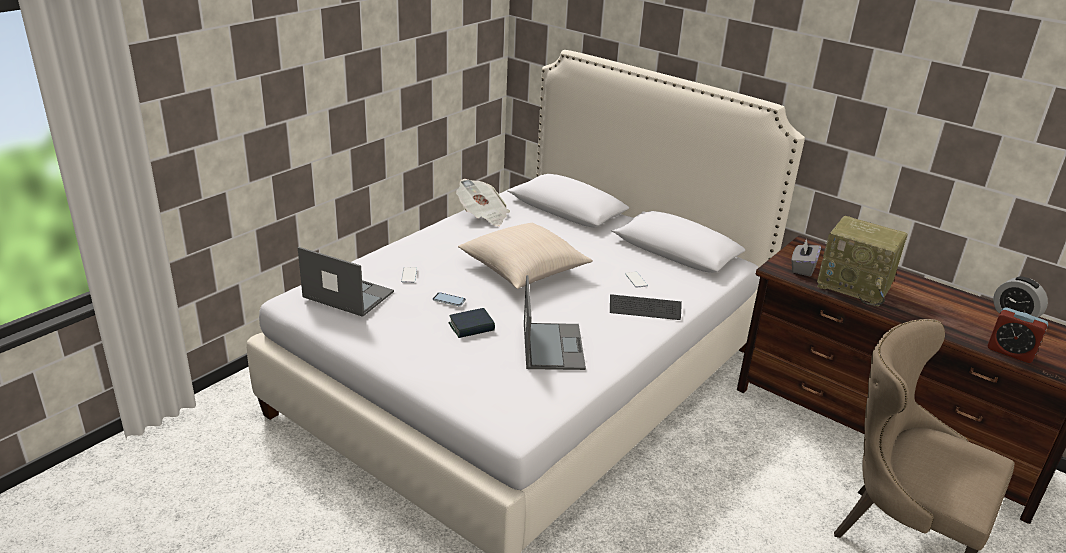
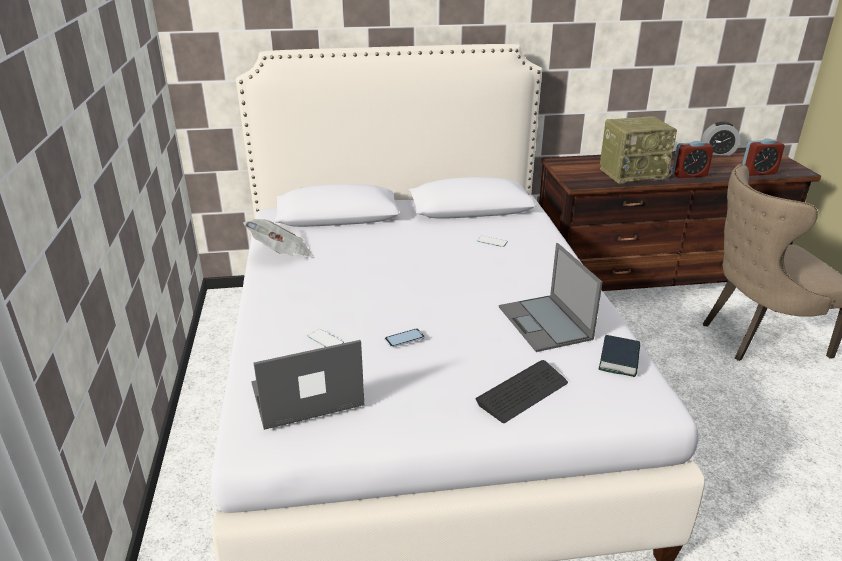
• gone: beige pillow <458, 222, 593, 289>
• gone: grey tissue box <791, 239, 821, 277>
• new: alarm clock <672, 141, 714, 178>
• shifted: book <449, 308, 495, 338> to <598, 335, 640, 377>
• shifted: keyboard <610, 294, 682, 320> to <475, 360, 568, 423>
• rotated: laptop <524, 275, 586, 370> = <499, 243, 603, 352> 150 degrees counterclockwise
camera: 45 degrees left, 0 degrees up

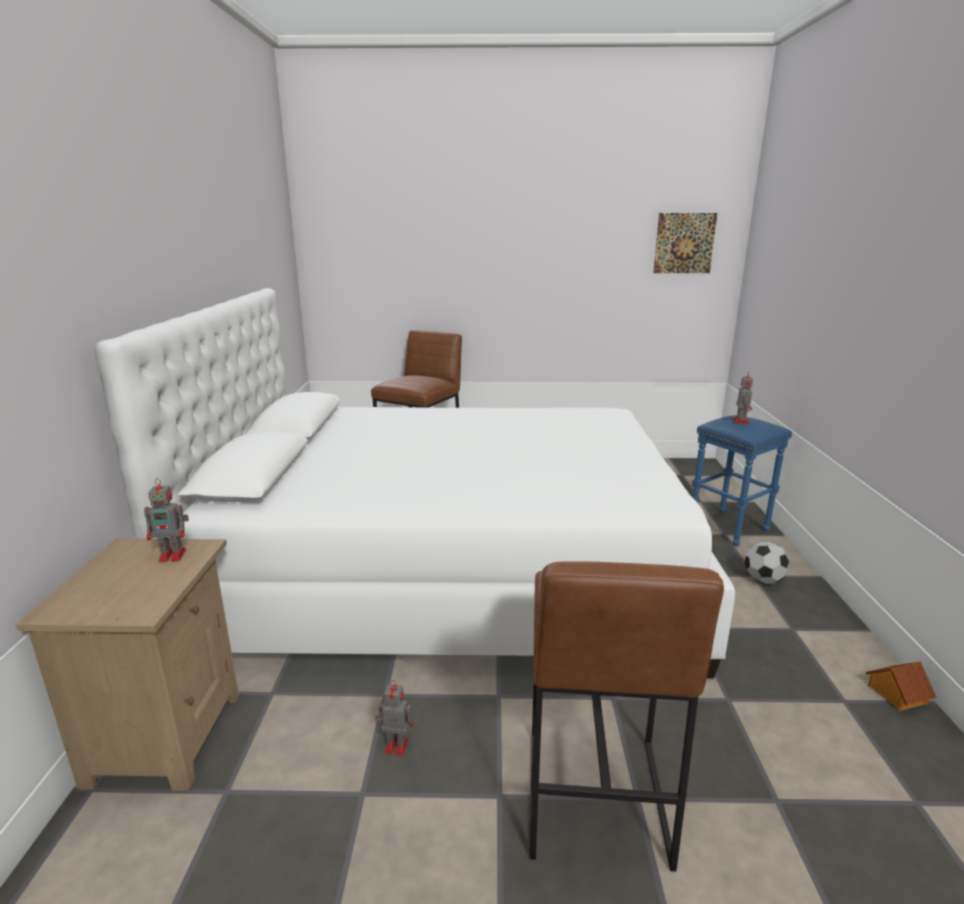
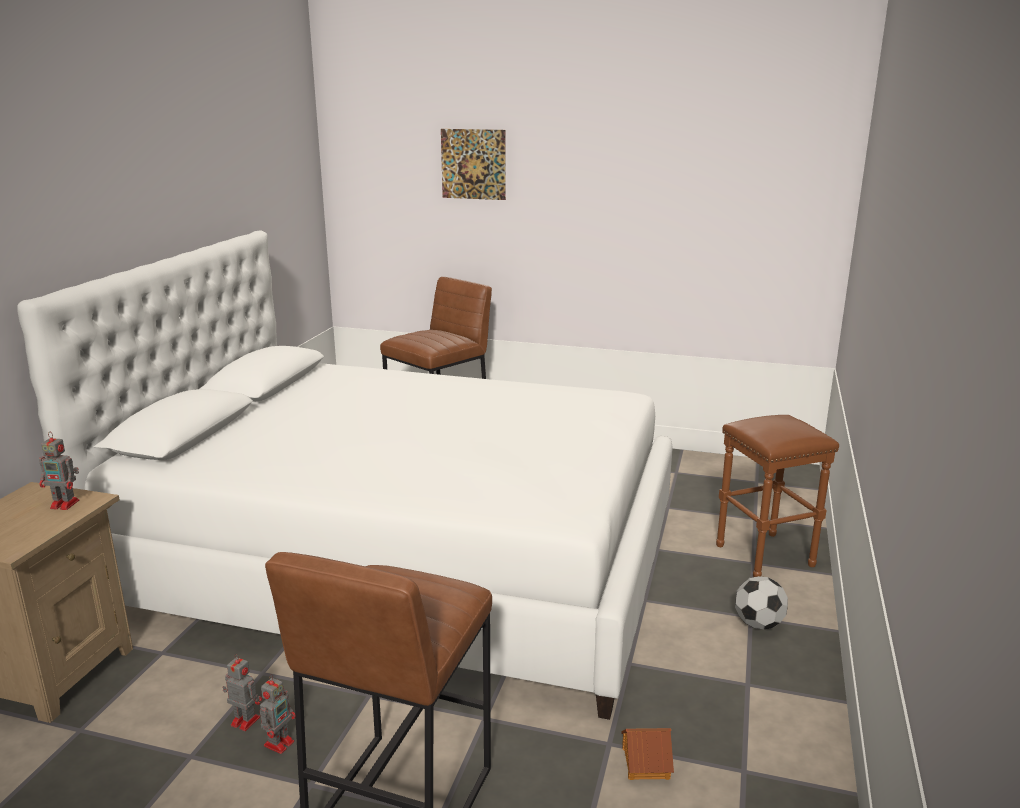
• shifted: picture <653, 213, 717, 273> to <441, 129, 506, 200>
• shifted: toy robot <733, 371, 753, 424> to <260, 675, 295, 754>
• shifted: toy house <866, 662, 937, 711> to <621, 728, 674, 780>
• repainted: blue stool <692, 415, 792, 547> to brown stool <716, 415, 839, 577>
camera: 15 degrees right, 0 degrees up

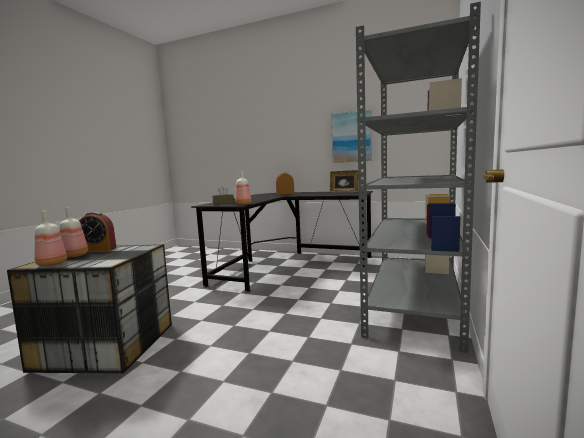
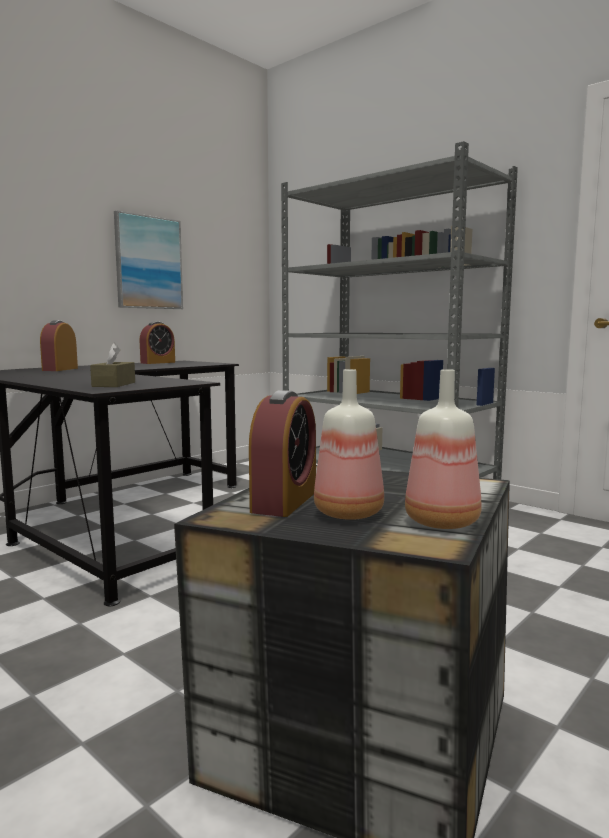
• gone: bottle <235, 170, 252, 205>
• swapped: picture frame <330, 170, 358, 192> to alarm clock <140, 321, 175, 364>
camera: 70 degrees left, 0 degrees up

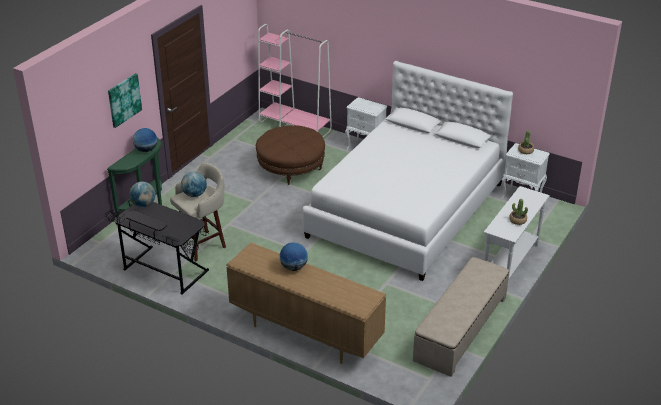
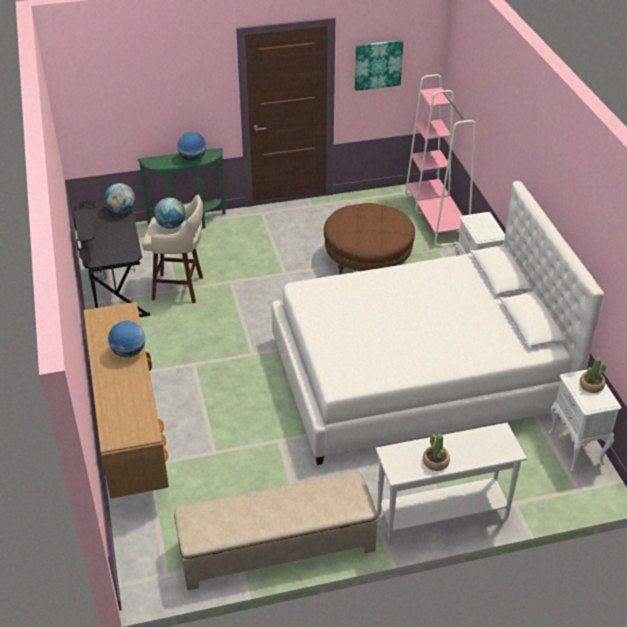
• shifted: picture <108, 73, 142, 128> to <355, 40, 403, 91>
camera: 45 degrees right, 5 degrees up

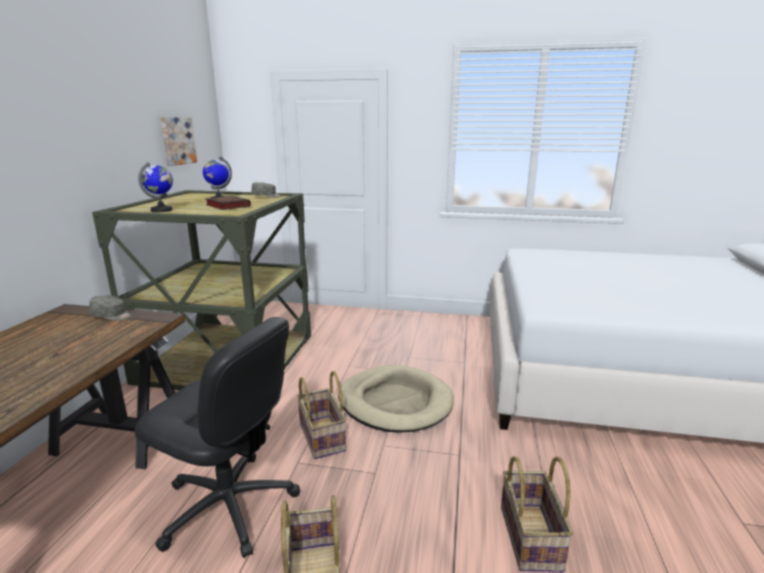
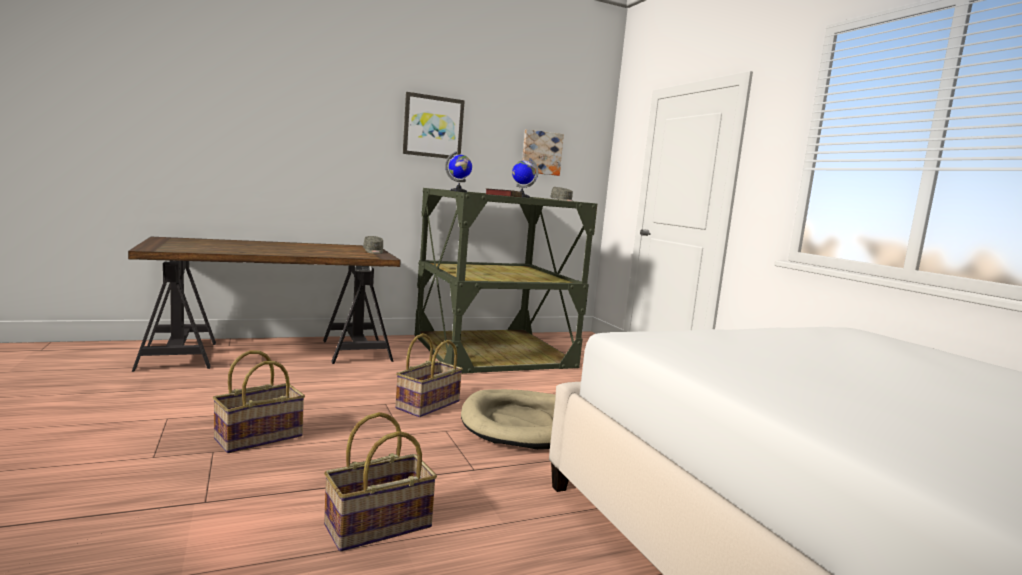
• gone: black office chair <135, 317, 300, 558>
• new: picture <403, 92, 465, 159>
camera: 55 degrees right, 10 degrees down

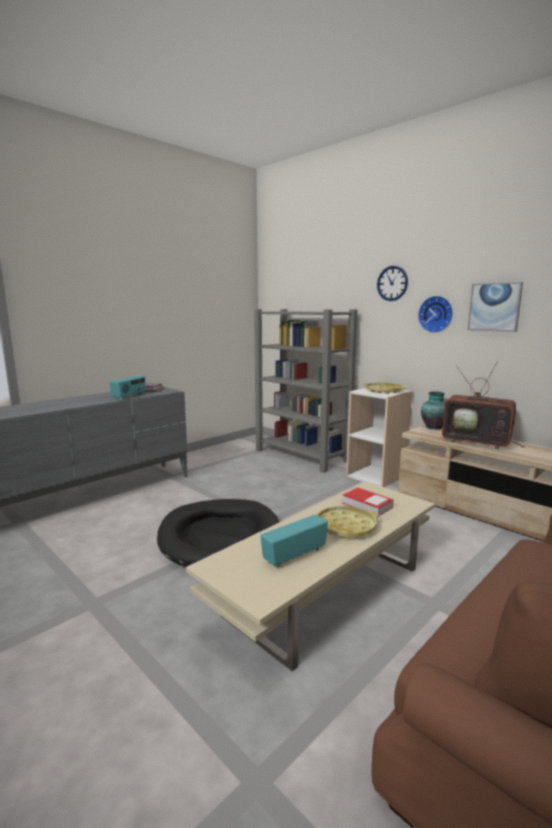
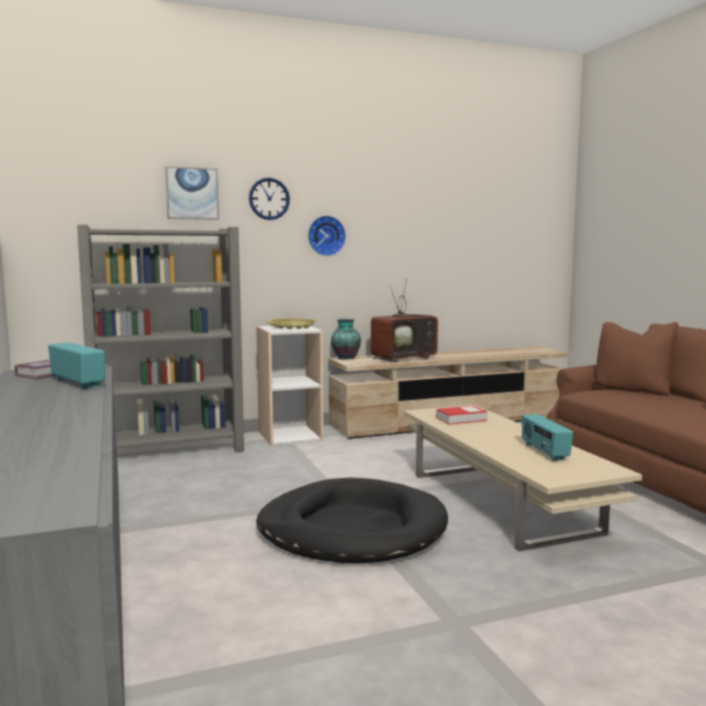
• gone: yellow tray <317, 506, 378, 538>
• shifted: picture <468, 282, 523, 332> to <165, 166, 219, 220>
camera: 65 degrees left, 5 degrees down

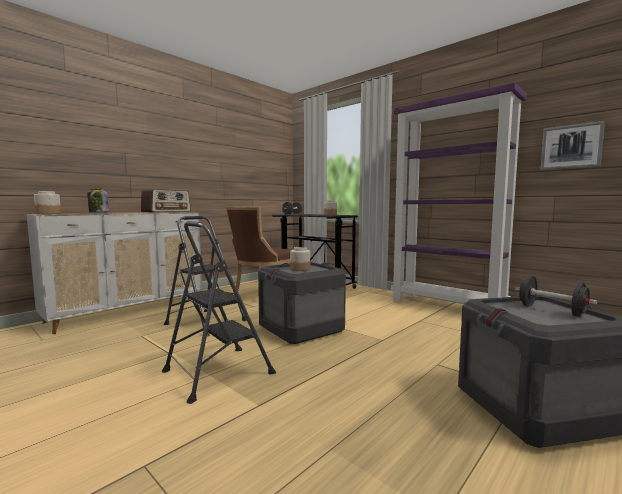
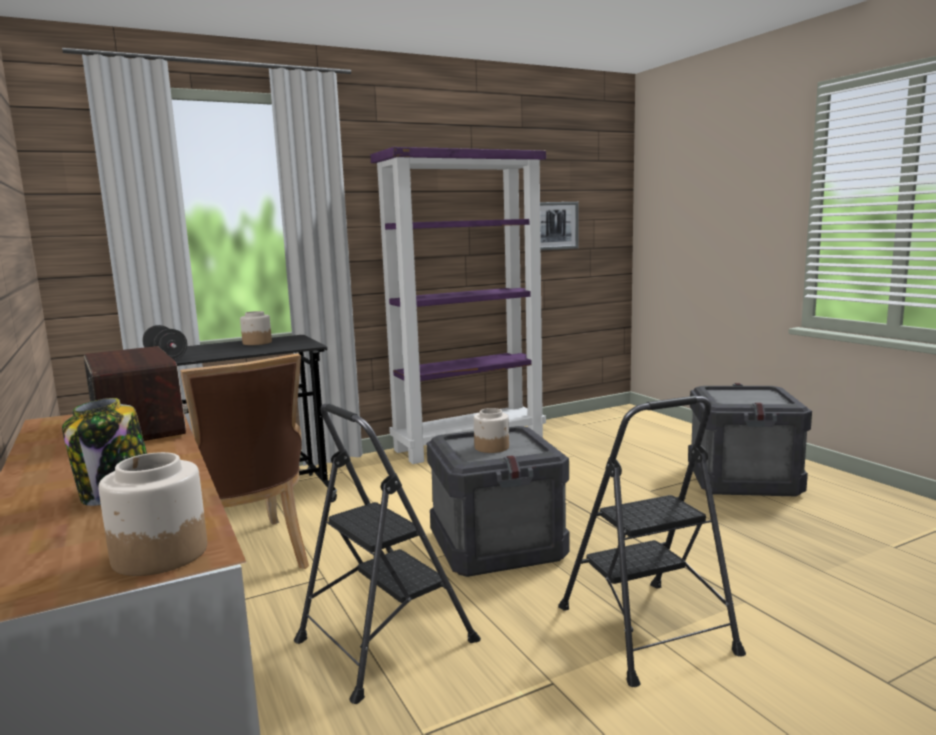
• gone: black dumbbell <515, 275, 597, 317>
camera: 70 degrees left, 5 degrees up

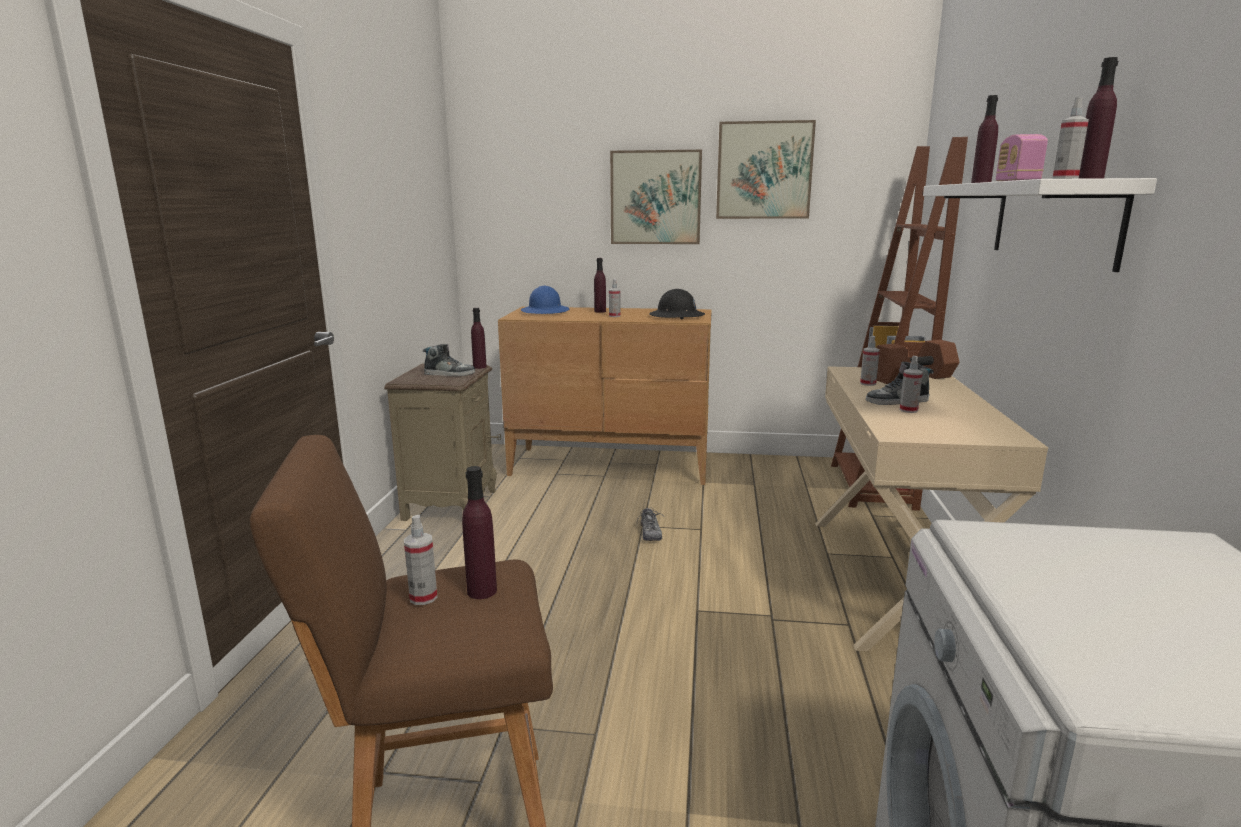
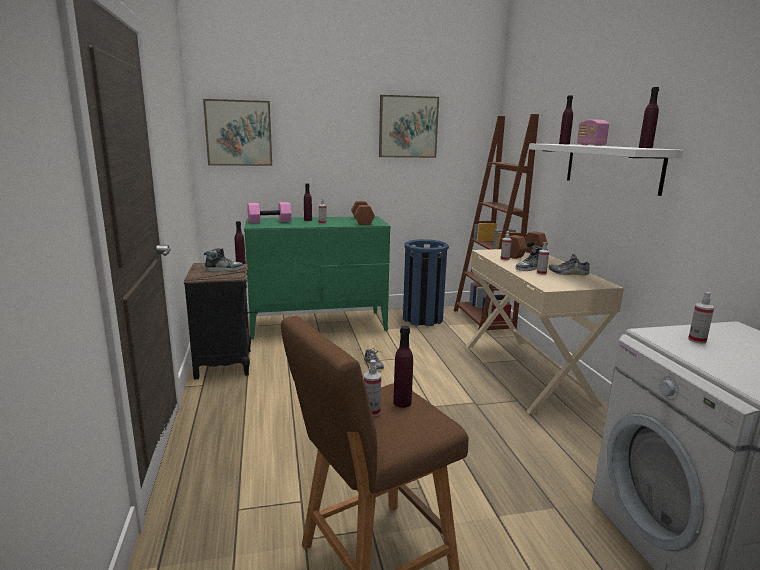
• new: blue trash can <403, 239, 449, 326>
• new: shoe <549, 254, 590, 275>
• shifted: picture <610, 150, 702, 244> to <203, 99, 272, 166>
• shifted: spray bottle <1052, 97, 1089, 179> to <688, 292, 714, 344>
• swapped: blue hard hat <521, 285, 569, 314> to pink dumbbell <248, 202, 291, 223>
• swapped: black hard hat <649, 289, 705, 319> to brown dumbbell <351, 201, 375, 225>
• repainted: beige nightstand <384, 363, 501, 521> to black nightstand <184, 262, 258, 380>
• repainted: brown cabinet <498, 307, 712, 485> to green cabinet <244, 216, 391, 339>
camera: 20 degrees left, 0 degrees up

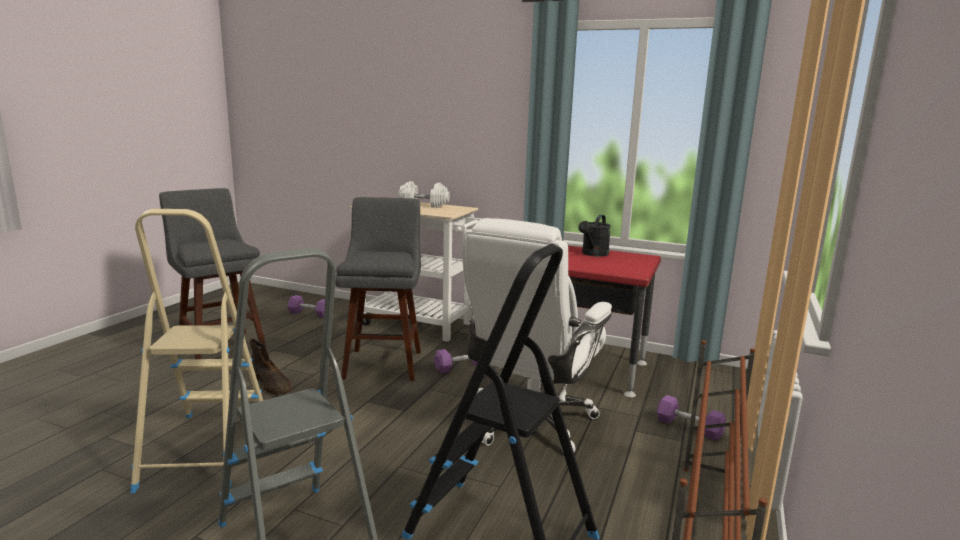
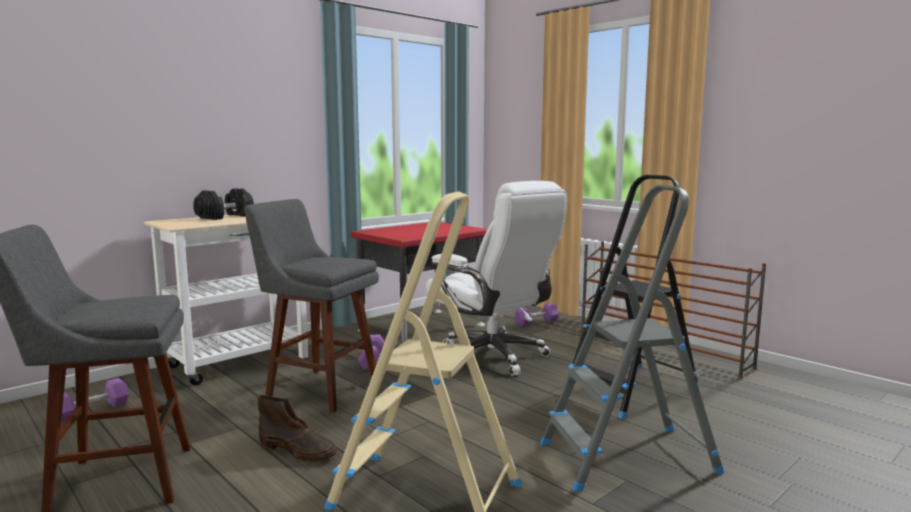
• gone: black watering can <578, 215, 611, 257>
• repainted: white dumbbell <398, 181, 450, 208> to black dumbbell <193, 188, 254, 220>
• rotated: brown boot <250, 339, 293, 394> = <258, 395, 338, 462> 45 degrees clockwise
camera: 65 degrees left, 5 degrees down

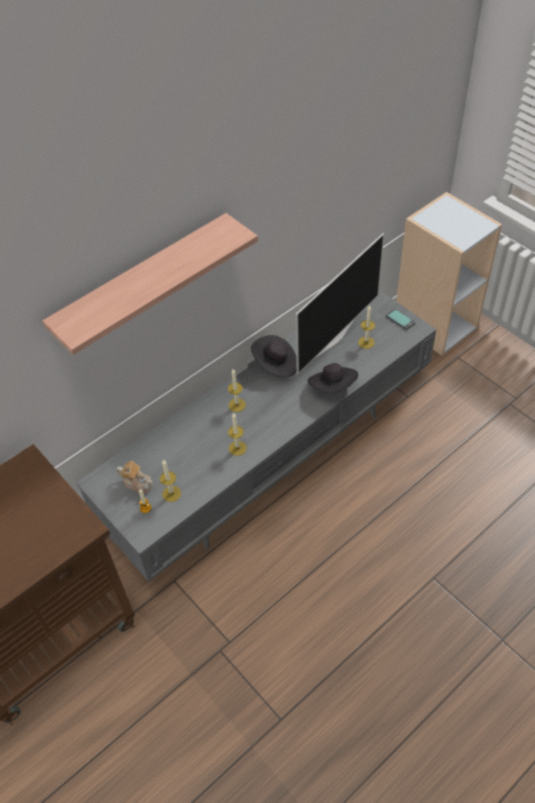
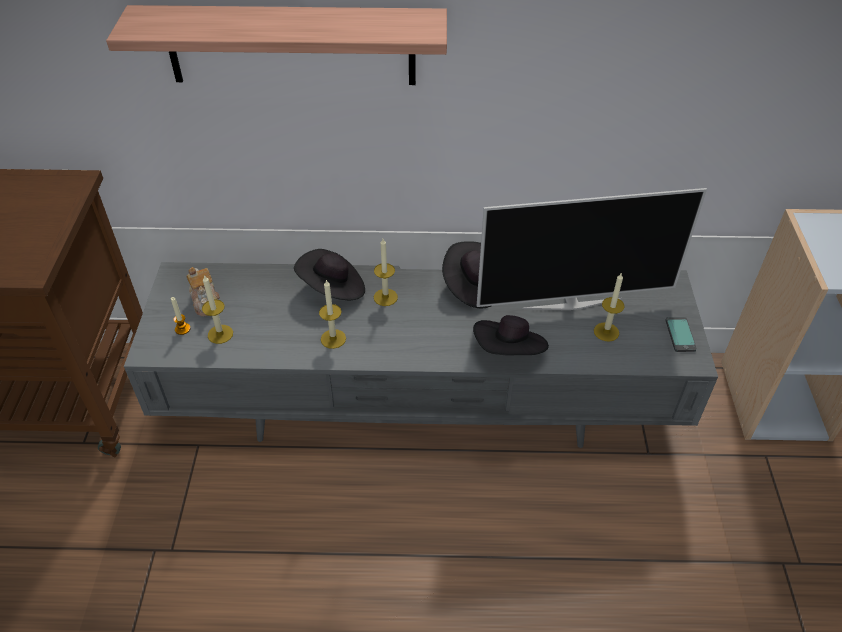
• new: black hat <294, 249, 365, 300>
camera: 40 degrees right, 5 degrees down

